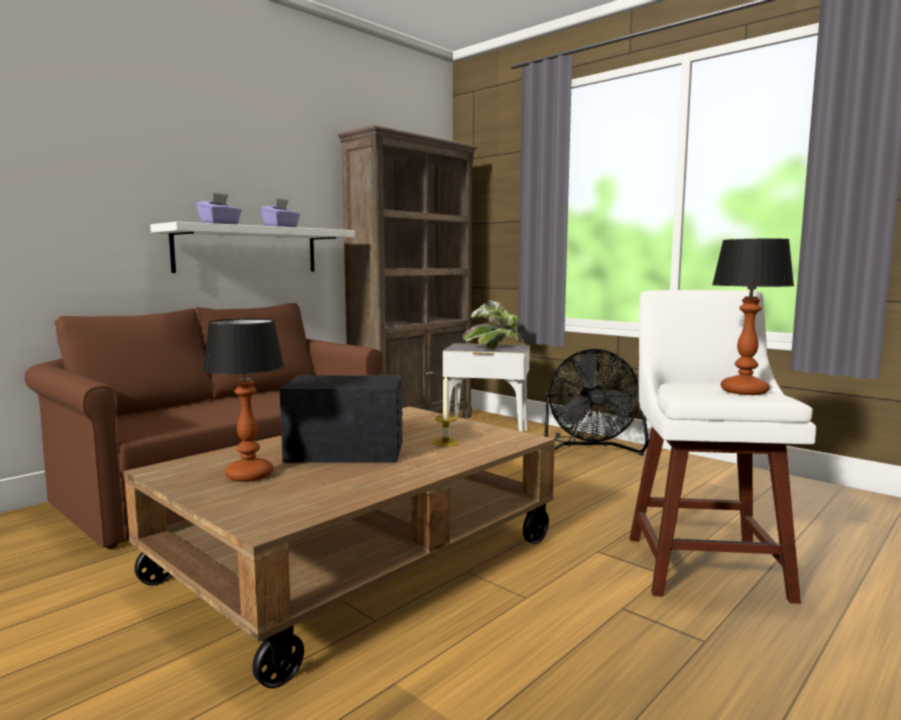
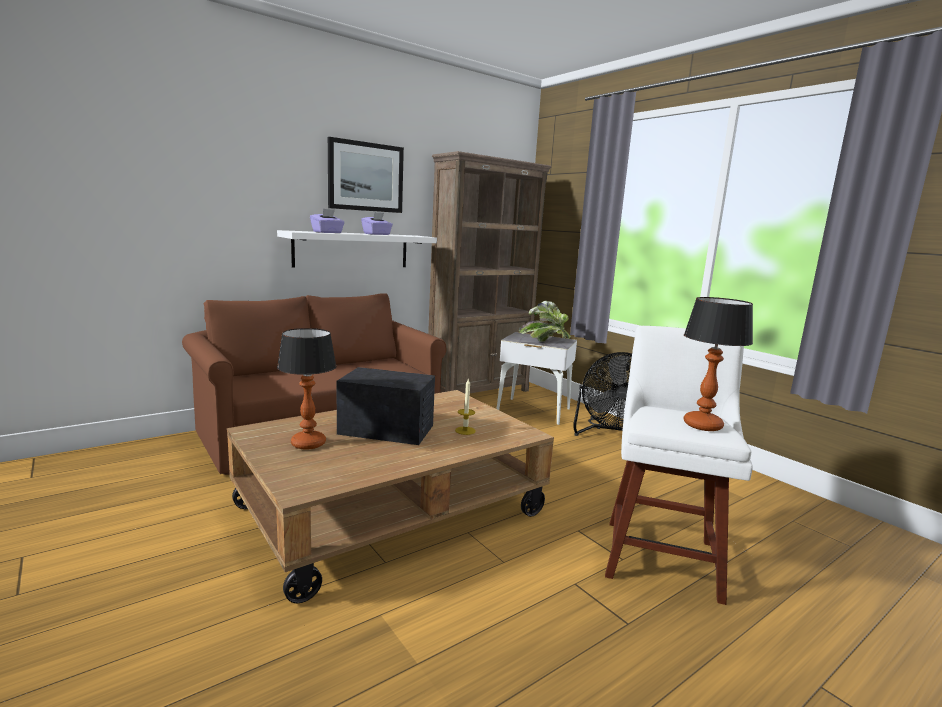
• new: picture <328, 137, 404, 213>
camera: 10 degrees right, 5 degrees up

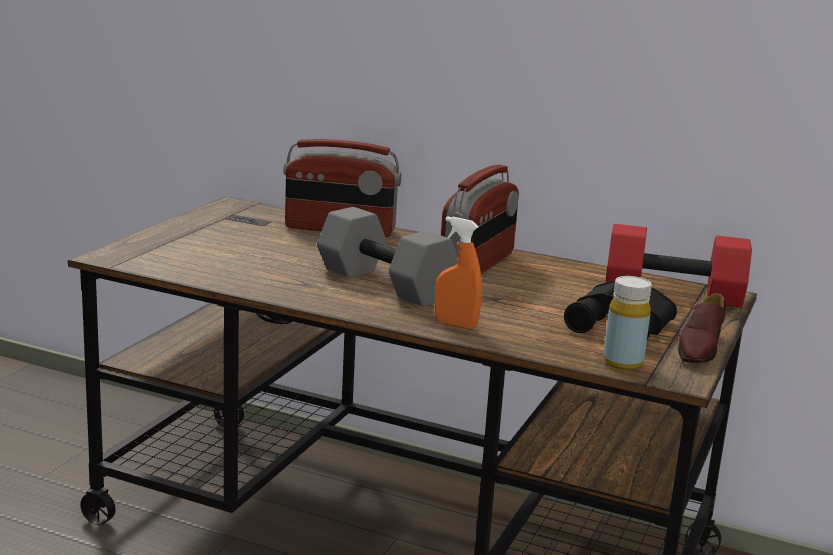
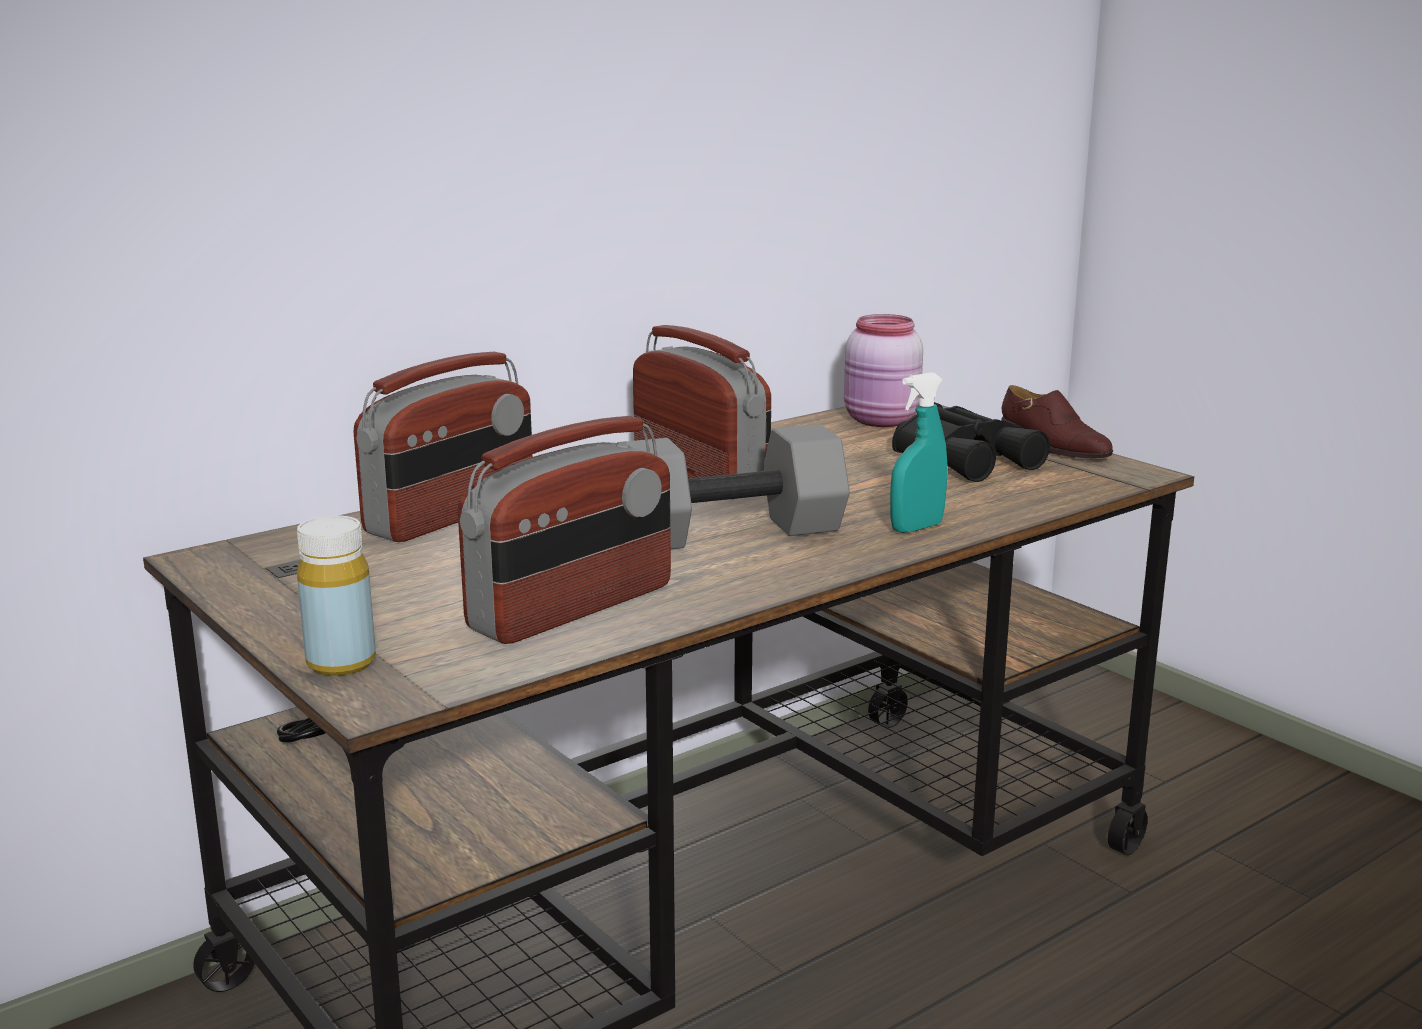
• new: radio <458, 416, 671, 644>
• shifted: yellow bottle <603, 276, 652, 370> to <297, 515, 376, 676>
• swapped: red dumbbell <606, 224, 752, 307> to pink jar <844, 314, 923, 427>
• repainted: orange spray bottle <435, 216, 482, 329> to turquoise spray bottle <890, 372, 948, 533>
camera: 60 degrees left, 0 degrees up

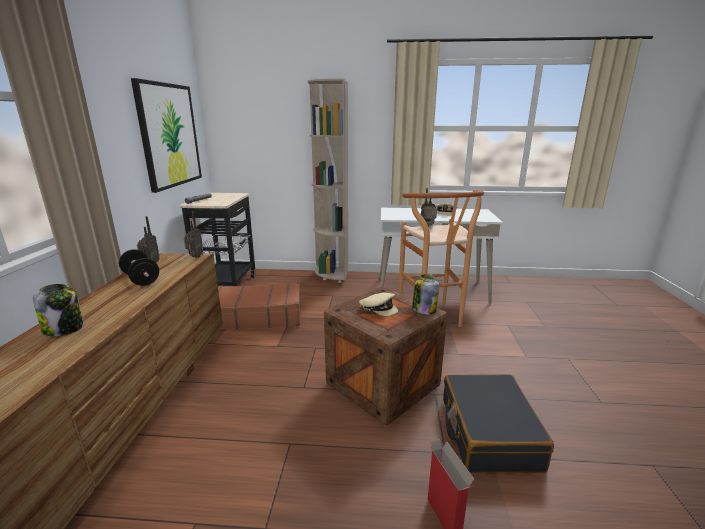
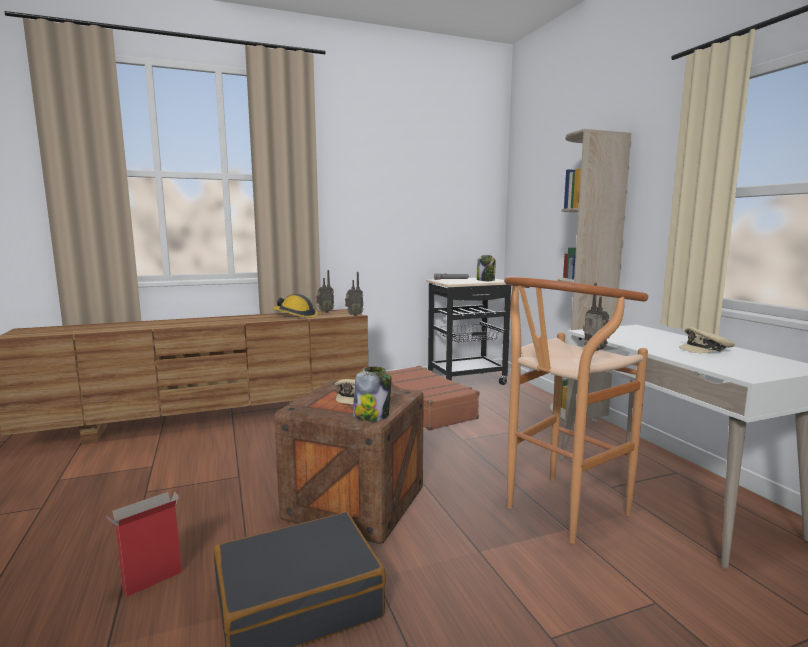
• gone: picture <131, 78, 202, 193>
• shifted: jar <33, 284, 84, 336> to <477, 255, 495, 281>
• swapped: black dumbbell <119, 249, 159, 286> to hard hat <273, 294, 318, 318>
camera: 65 degrees right, 10 degrees down

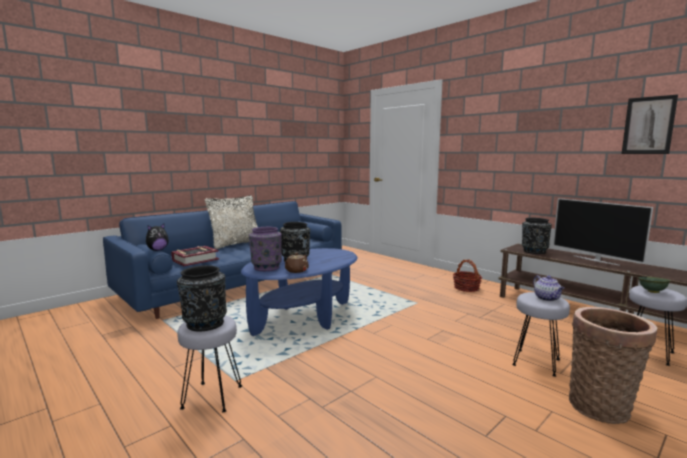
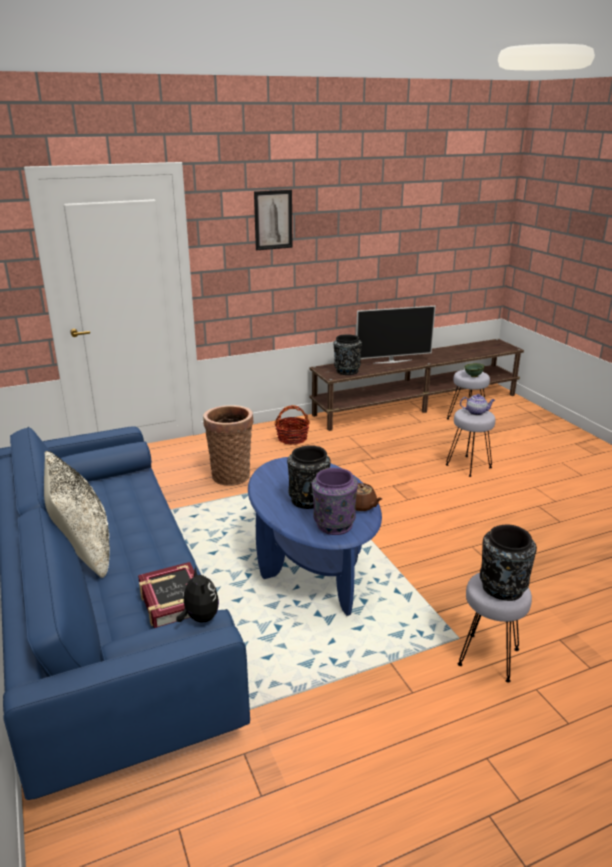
• shifted: basket <569, 307, 657, 424> to <203, 405, 253, 486>
• shifted: picture <622, 95, 678, 154> to <254, 190, 292, 250>
camera: 70 degrees left, 15 degrees up

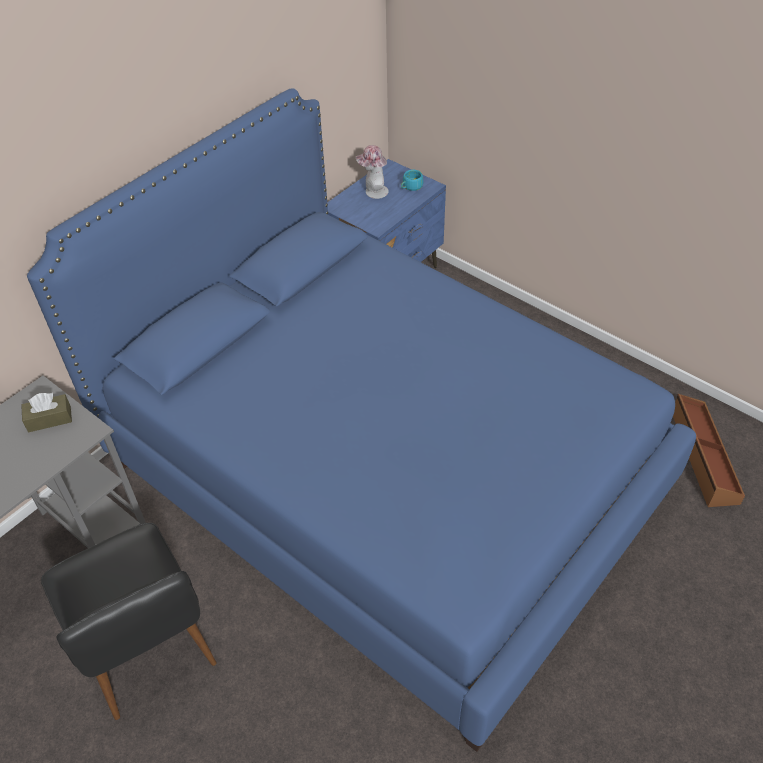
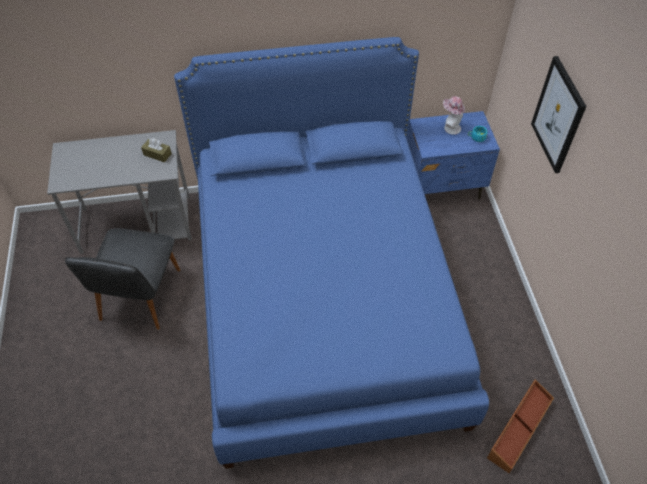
• new: picture <531, 56, 586, 173>
camera: 40 degrees right, 5 degrees up

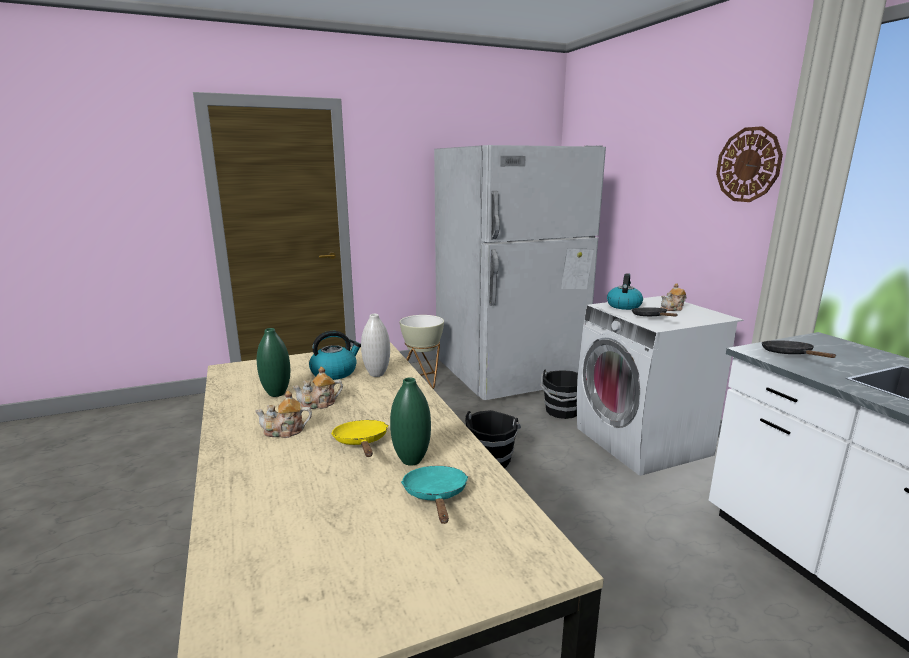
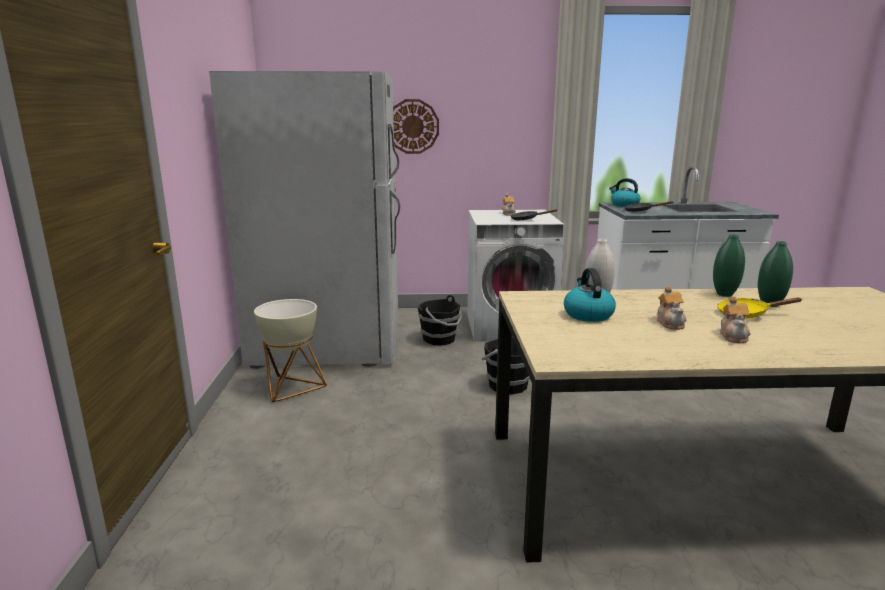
• gone: turquoise frying pan <401, 466, 468, 524>
• shifted: green vase <257, 328, 290, 397> to <713, 234, 745, 297>
• shifted: kettle <607, 273, 643, 310> to <609, 178, 640, 207>
• shifted: wall clock <716, 126, 783, 202> to <393, 99, 439, 154>
camera: 70 degrees left, 0 degrees up

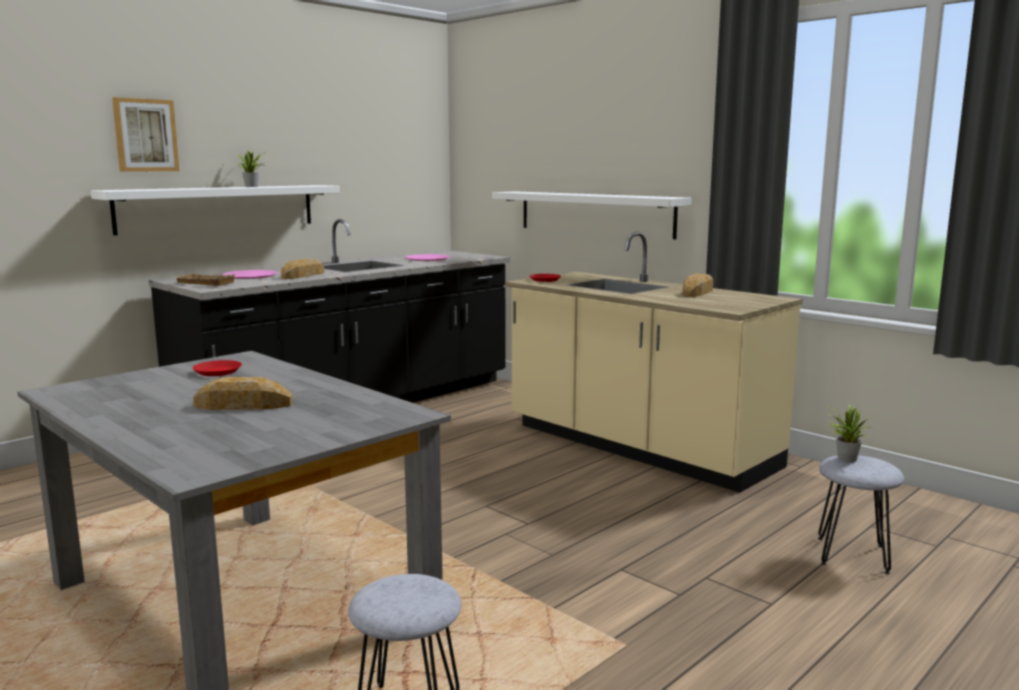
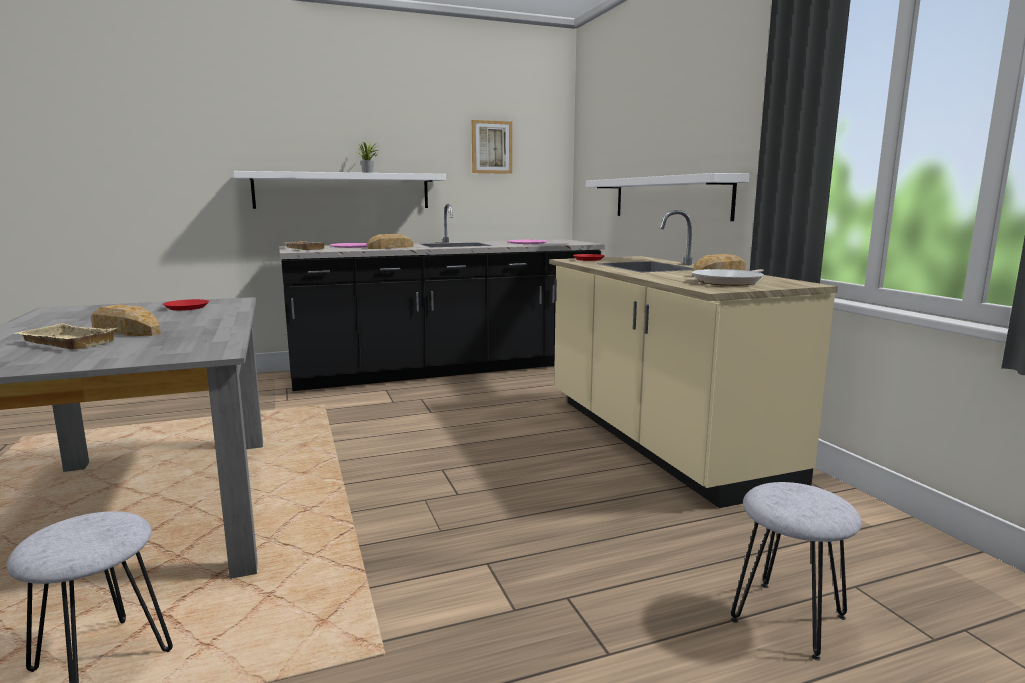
• gone: potted plant <827, 404, 871, 462>
• new: beige tray <15, 323, 116, 349>
• new: frying pan <691, 269, 764, 286>
• shifted: picture <112, 97, 179, 172> to <472, 120, 512, 174>
camera: 25 degrees right, 0 degrees up

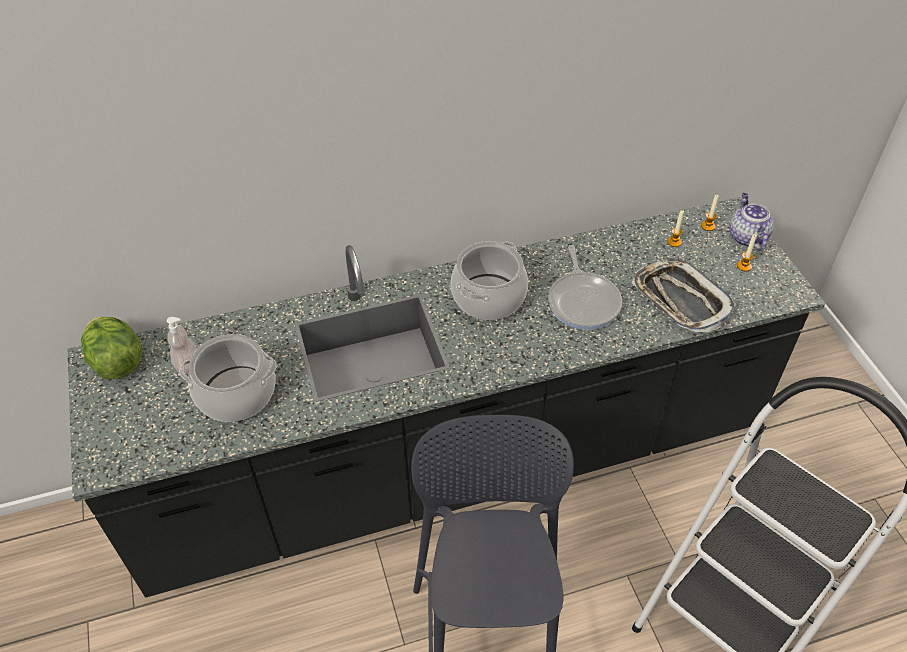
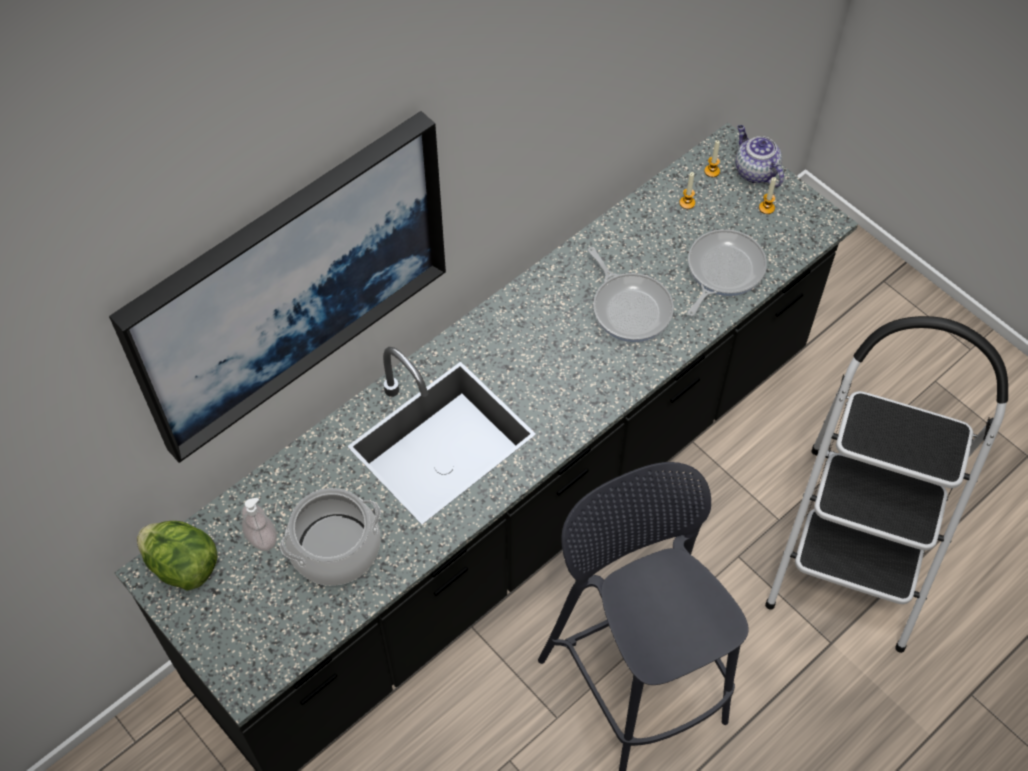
• gone: cooking pot <451, 241, 528, 320>
• new: picture <109, 111, 446, 463>
• swapped: tray <632, 258, 736, 333> to frying pan <688, 229, 767, 316>
camera: 25 degrees left, 10 degrees up

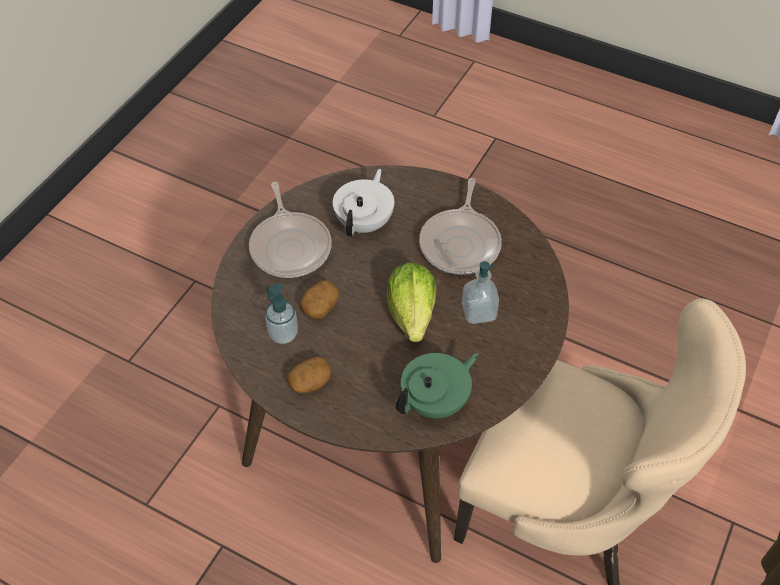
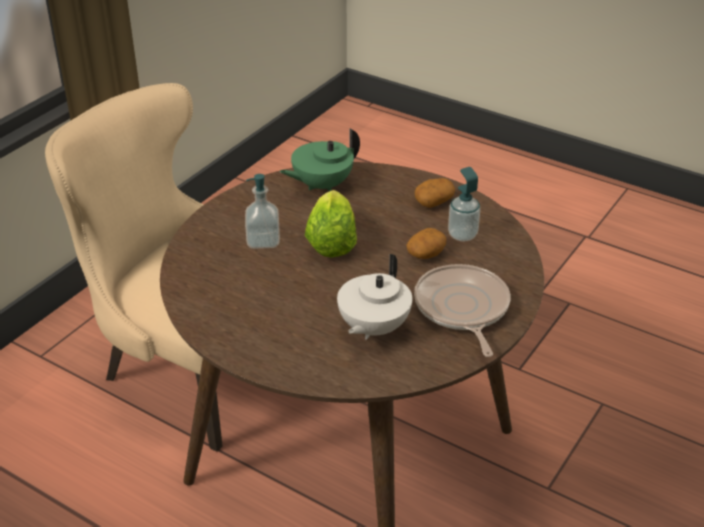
• gone: frying pan <419, 178, 502, 275>
camera: 175 degrees left, 15 degrees down

